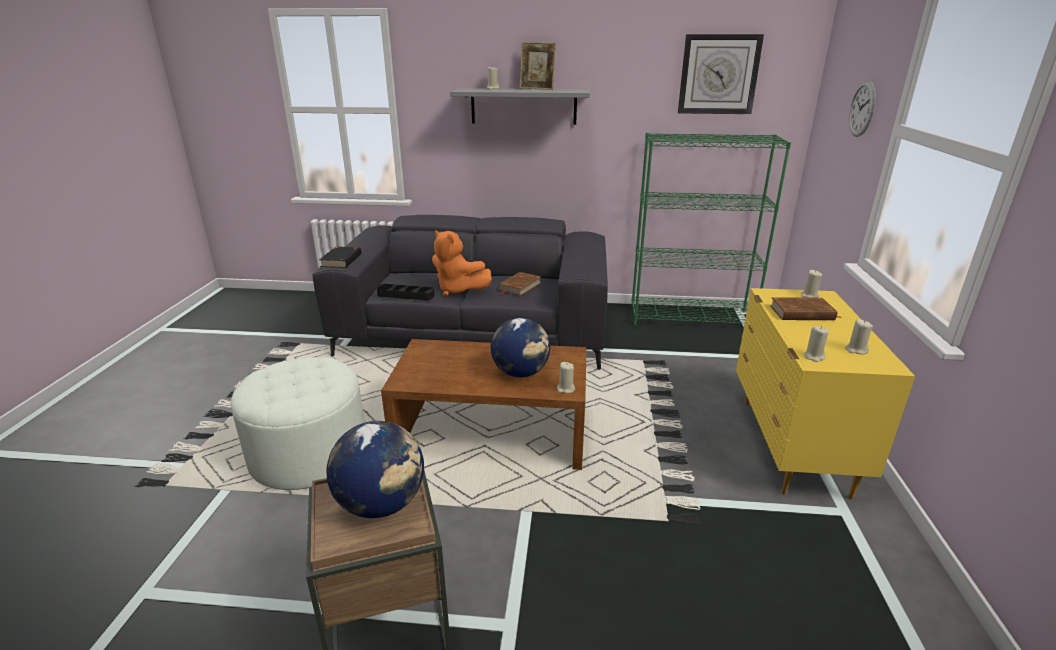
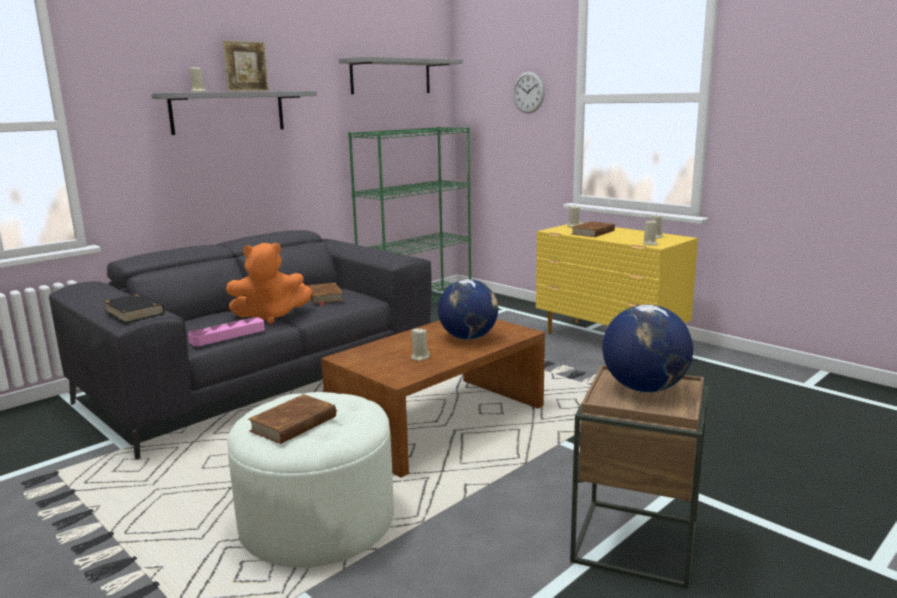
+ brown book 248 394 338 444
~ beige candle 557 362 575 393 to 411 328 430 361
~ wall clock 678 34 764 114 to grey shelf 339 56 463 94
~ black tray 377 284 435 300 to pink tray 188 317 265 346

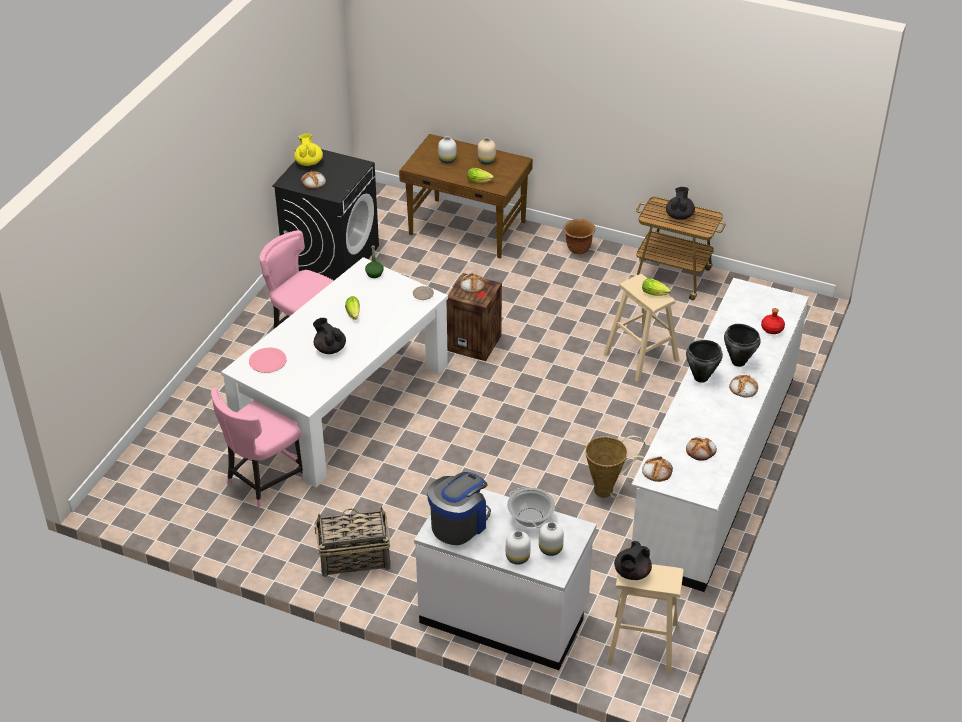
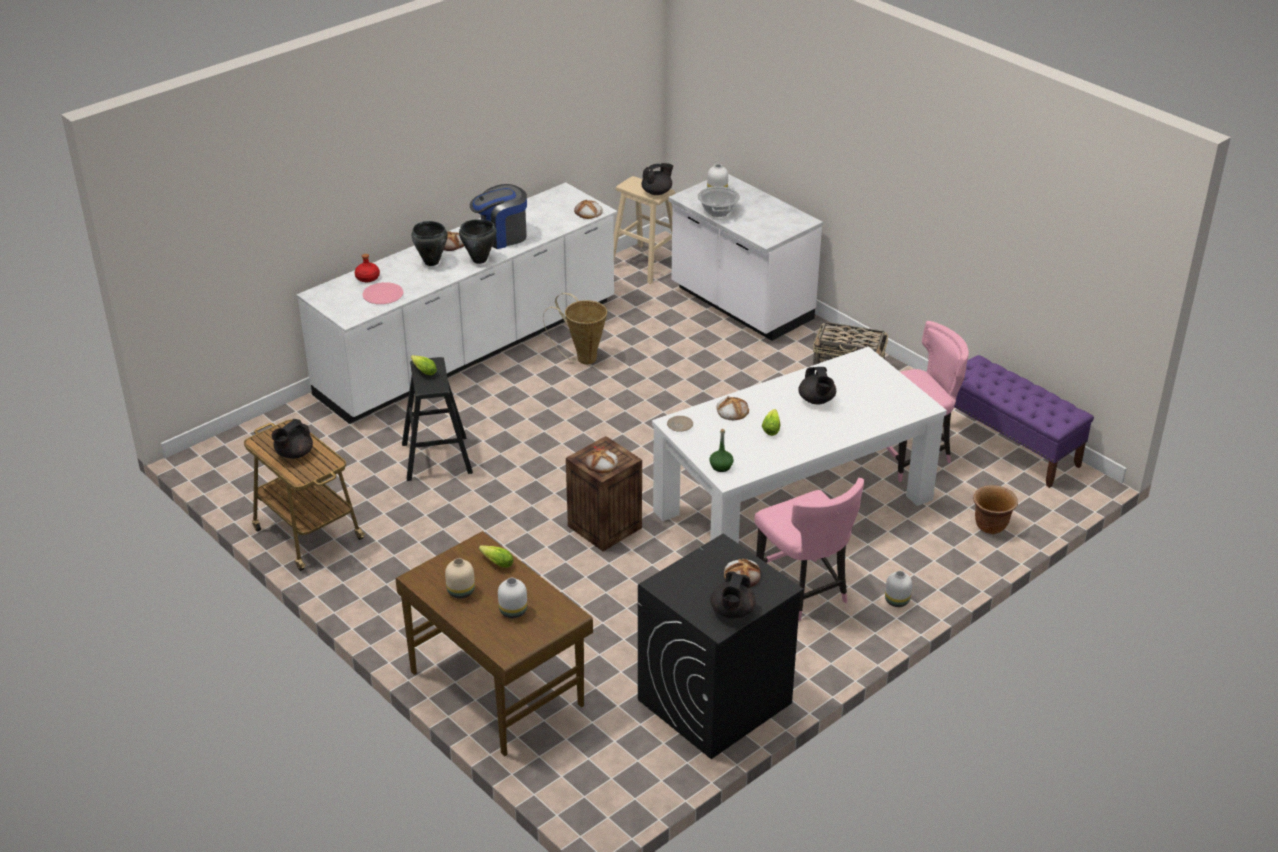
+ purple bench 943 355 1094 488
~ pink plate 249 347 287 373 to 362 282 403 304
~ coffee machine 427 472 491 545 to 470 184 527 249
~ white vase 506 531 531 565 to 885 571 912 607
~ brown planter 563 219 596 254 to 973 485 1018 534
~ bread 686 436 717 461 to 717 396 749 420
~ yellow teapot 294 133 323 166 to black teapot 710 571 756 618
~ beige stool 604 274 679 382 to black stool 402 357 473 481

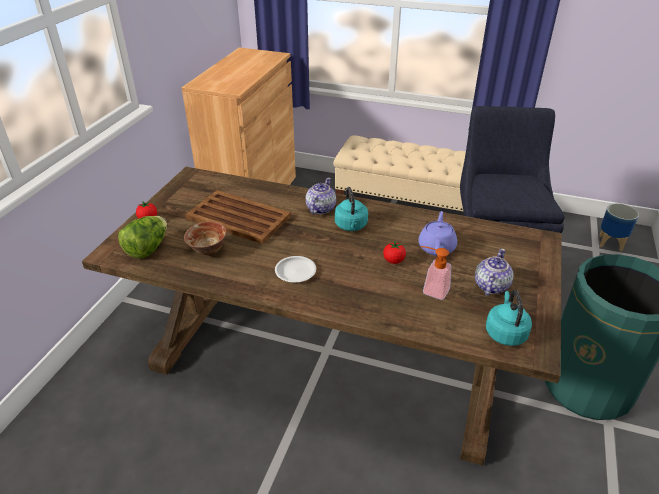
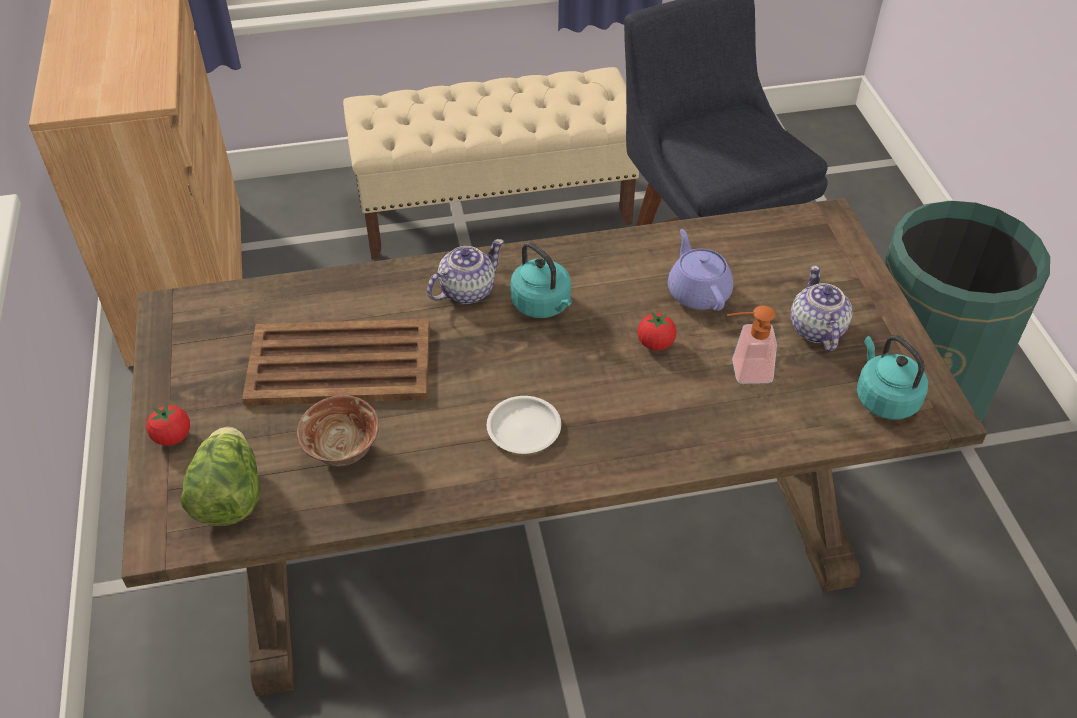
- planter 599 203 639 251
~ teapot 306 178 336 214 = 427 239 504 304 60 degrees clockwise

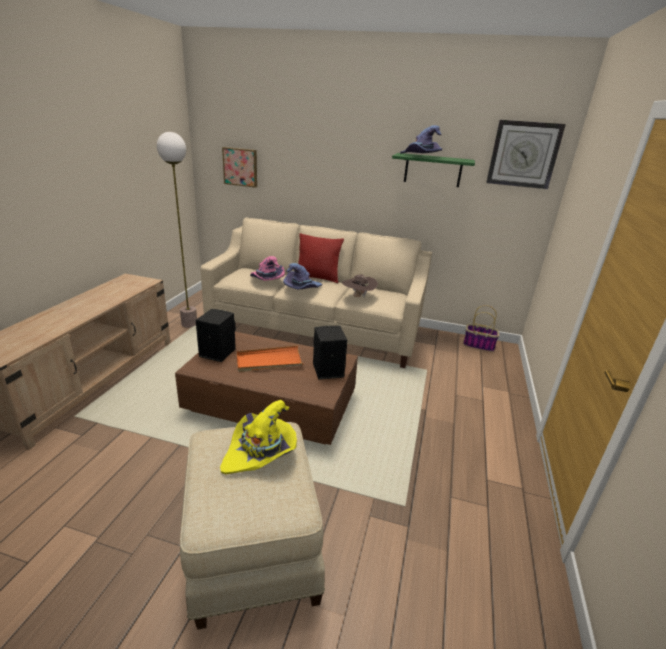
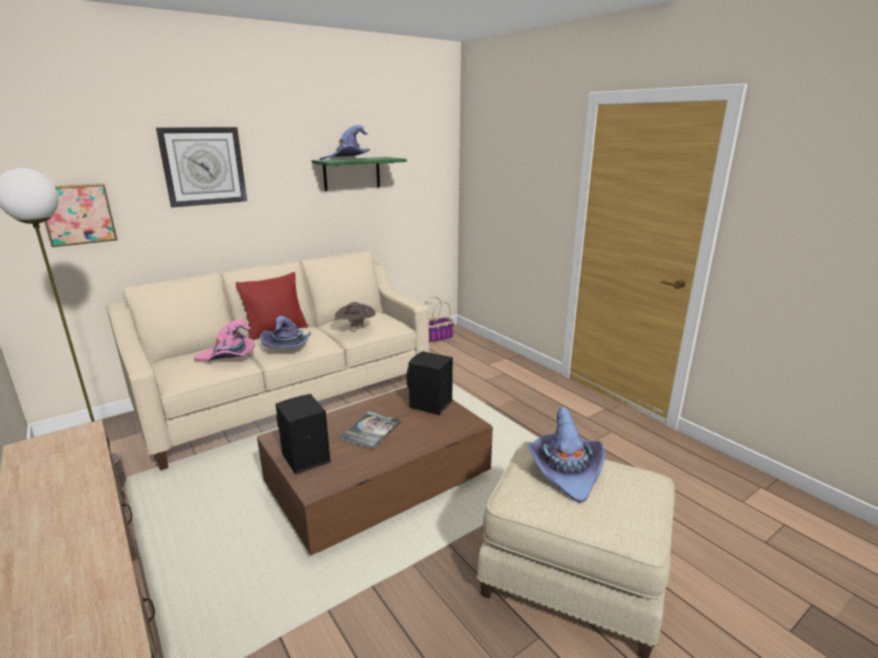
~ wall clock 486 120 566 189 to 156 127 247 208
~ orange tray 237 345 304 372 to book 339 411 401 449
~ yellow hat 220 400 297 474 to purple hat 527 407 605 503

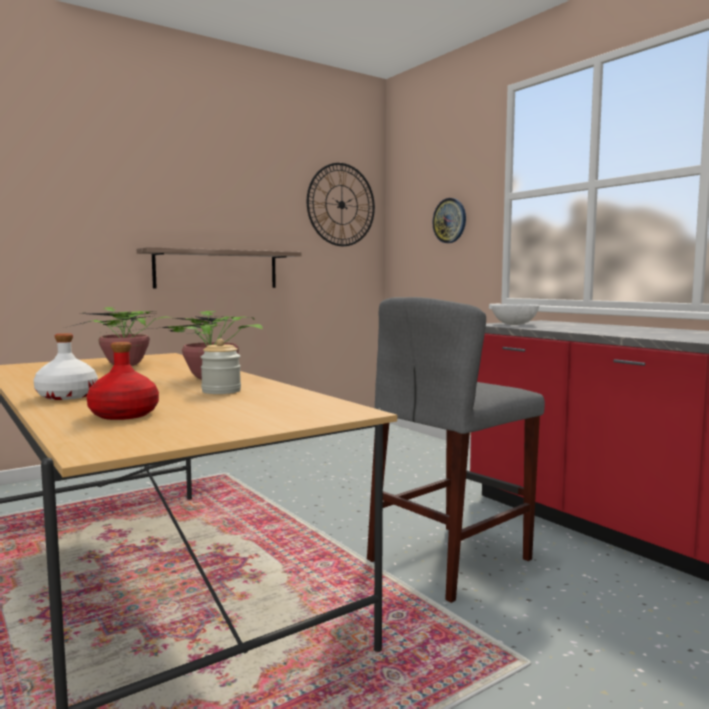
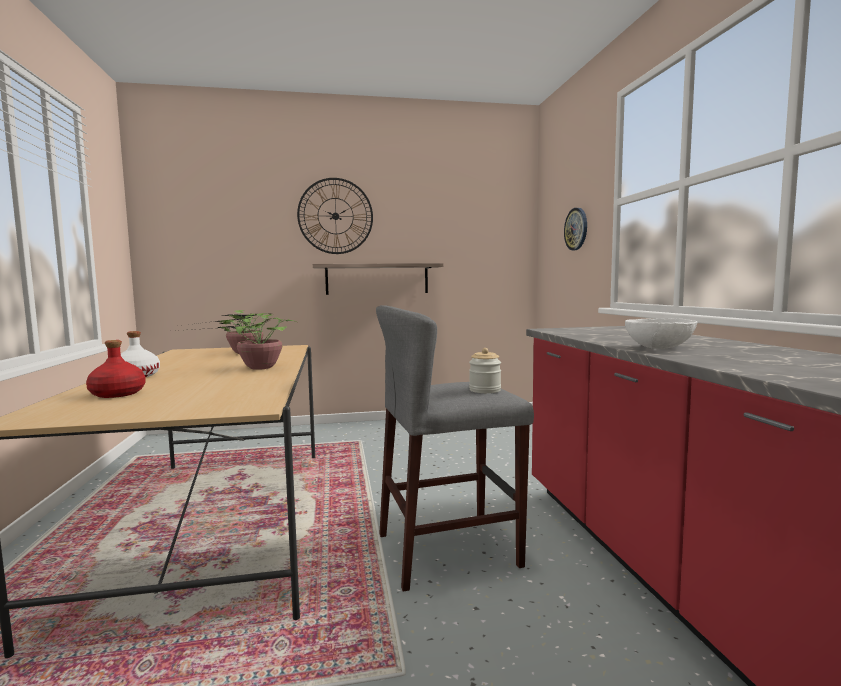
~ jar 201 339 241 394 to 469 348 501 393
~ wall clock 307 163 375 246 to 297 178 373 254
~ white bowl 492 304 539 325 to 625 318 698 349

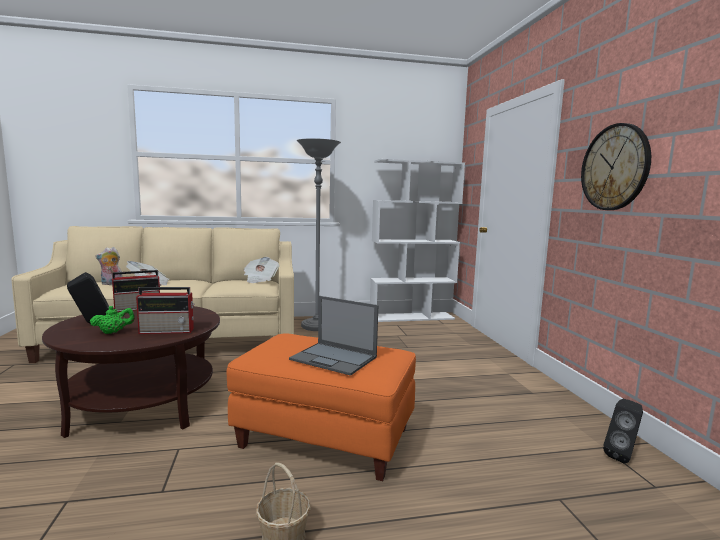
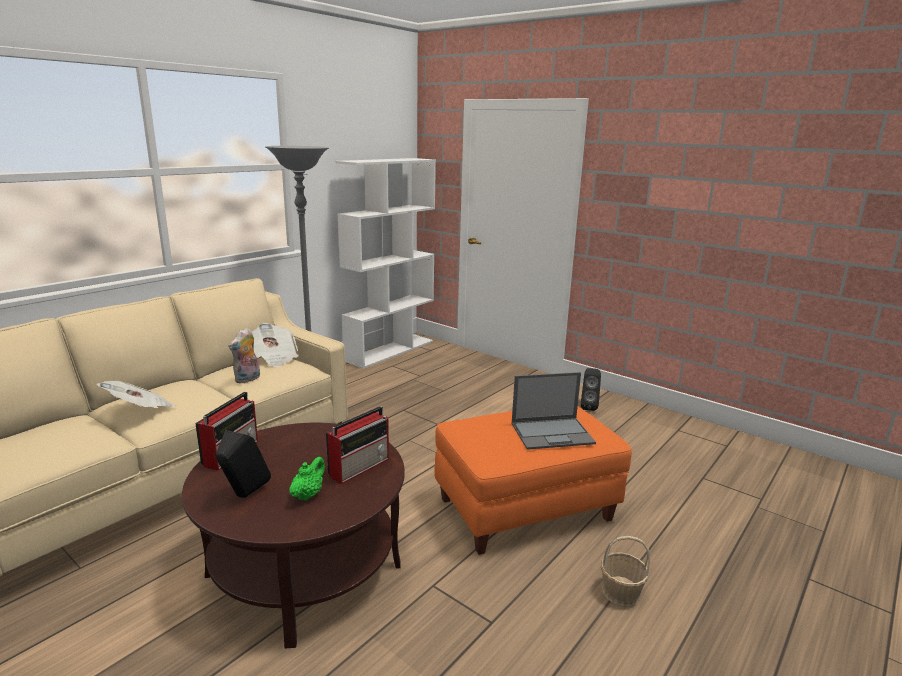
- wall clock 581 123 651 210
~ plush toy 96 247 123 285 to 229 328 260 384
~ black speaker 603 399 643 464 to 581 368 601 411

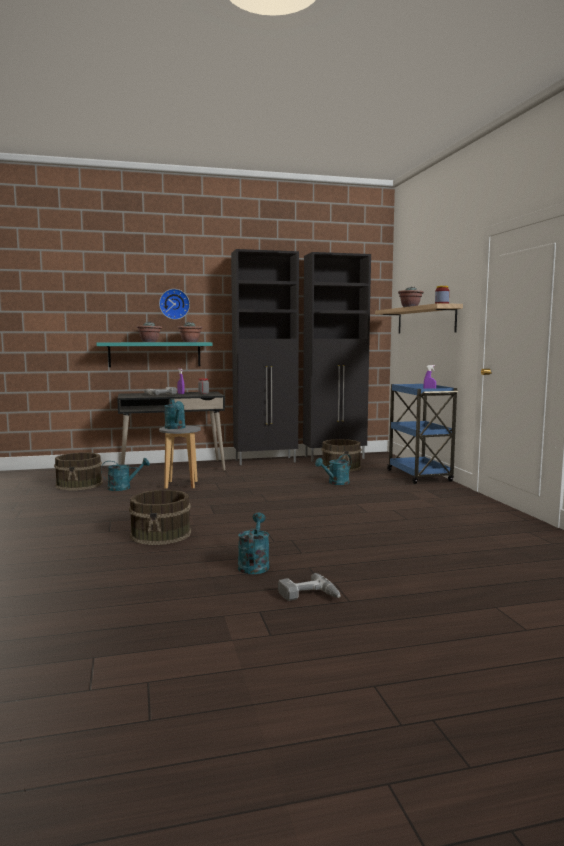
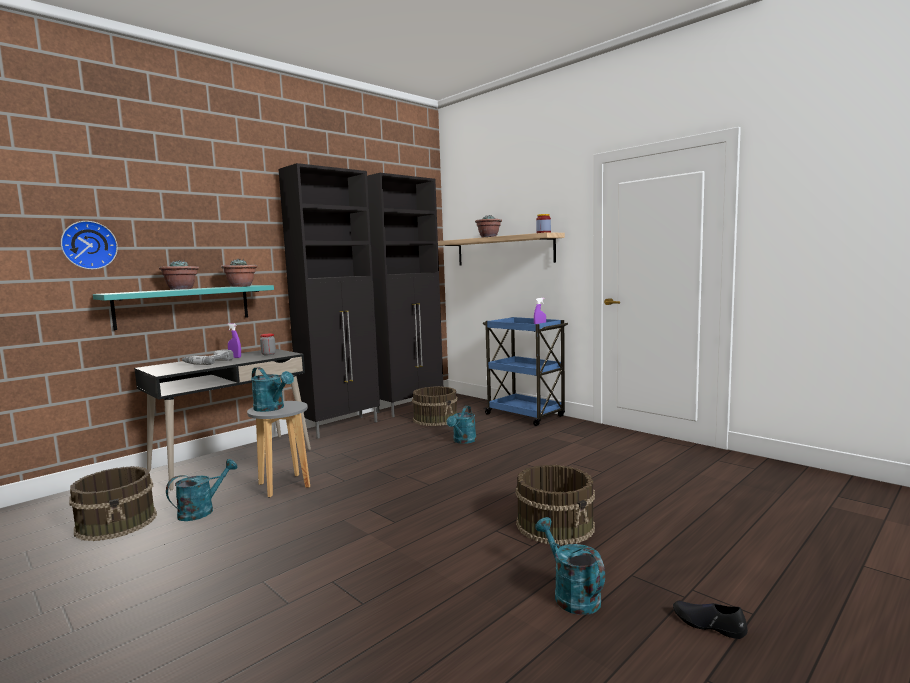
~ brown bucket 129 490 191 545 to 515 465 595 545
~ wall clock 159 289 190 320 to 61 221 118 270
~ power drill 278 573 341 601 to black shoe 673 601 748 639

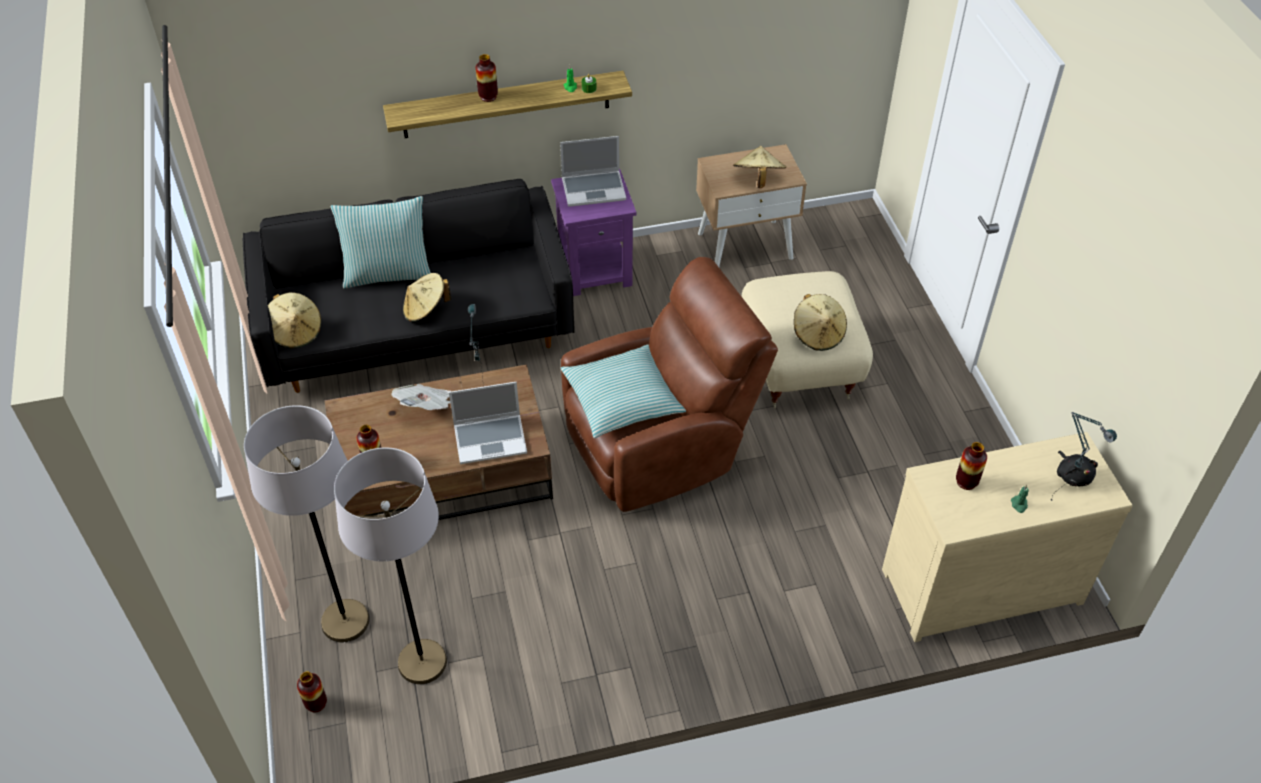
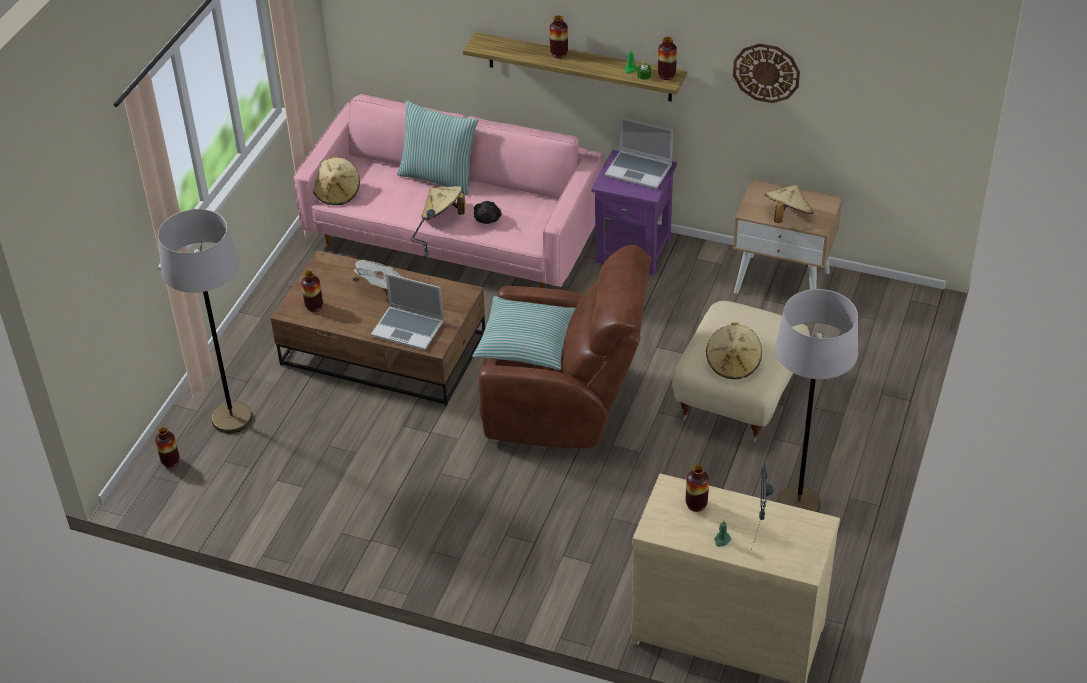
+ vase 658 37 677 80
+ wall clock 733 43 800 103
~ grey floor lamp 334 448 447 684 to 775 289 858 512
~ black plush toy 1057 451 1098 486 to 474 201 502 224
~ black sofa 243 179 574 393 to pink sofa 293 94 603 288

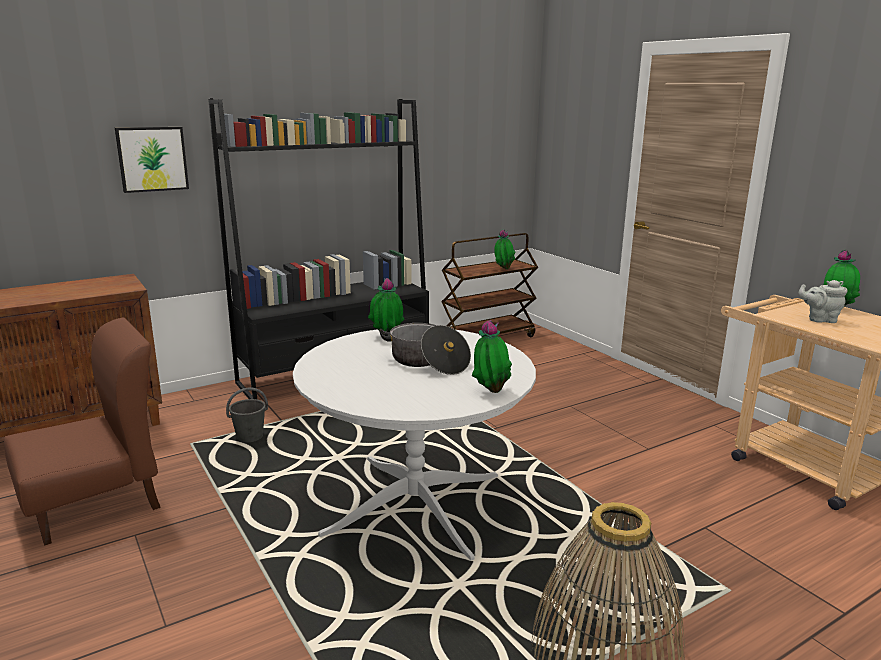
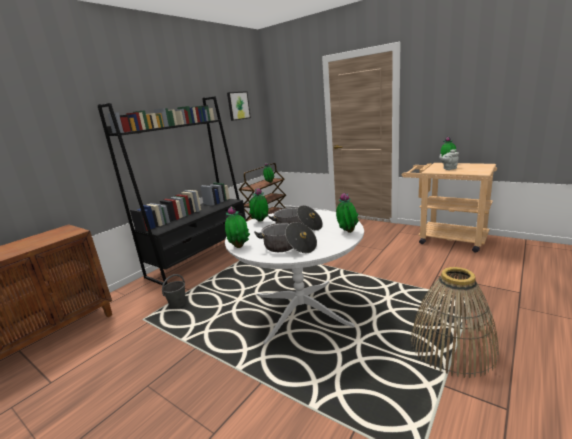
- brown chair 4 318 161 546
+ potted plant 225 206 250 248
+ cooking pot 254 222 317 253
~ picture 115 127 189 193 to 227 91 251 121

